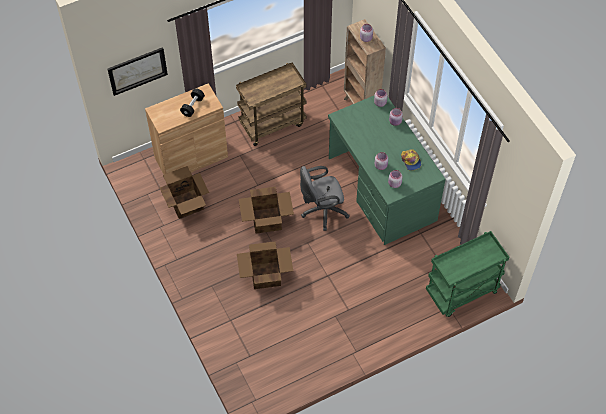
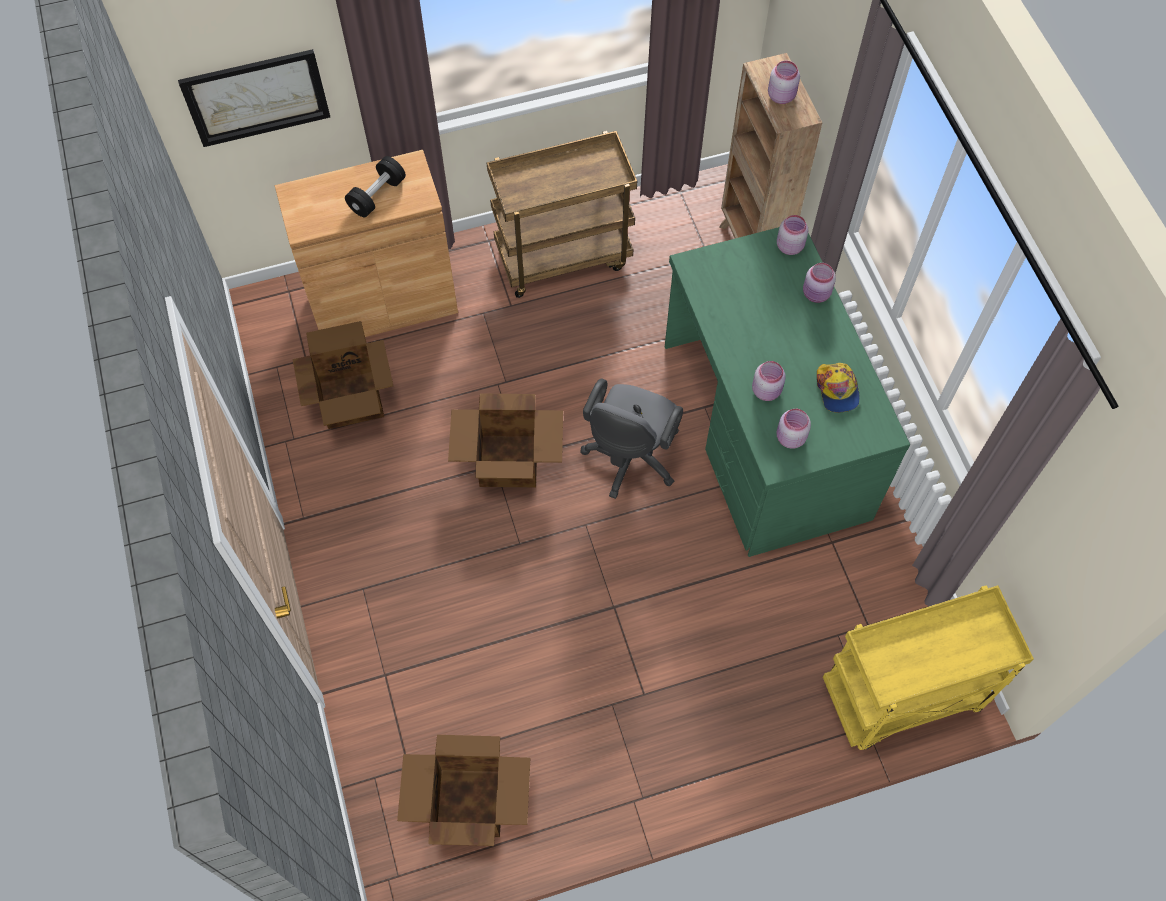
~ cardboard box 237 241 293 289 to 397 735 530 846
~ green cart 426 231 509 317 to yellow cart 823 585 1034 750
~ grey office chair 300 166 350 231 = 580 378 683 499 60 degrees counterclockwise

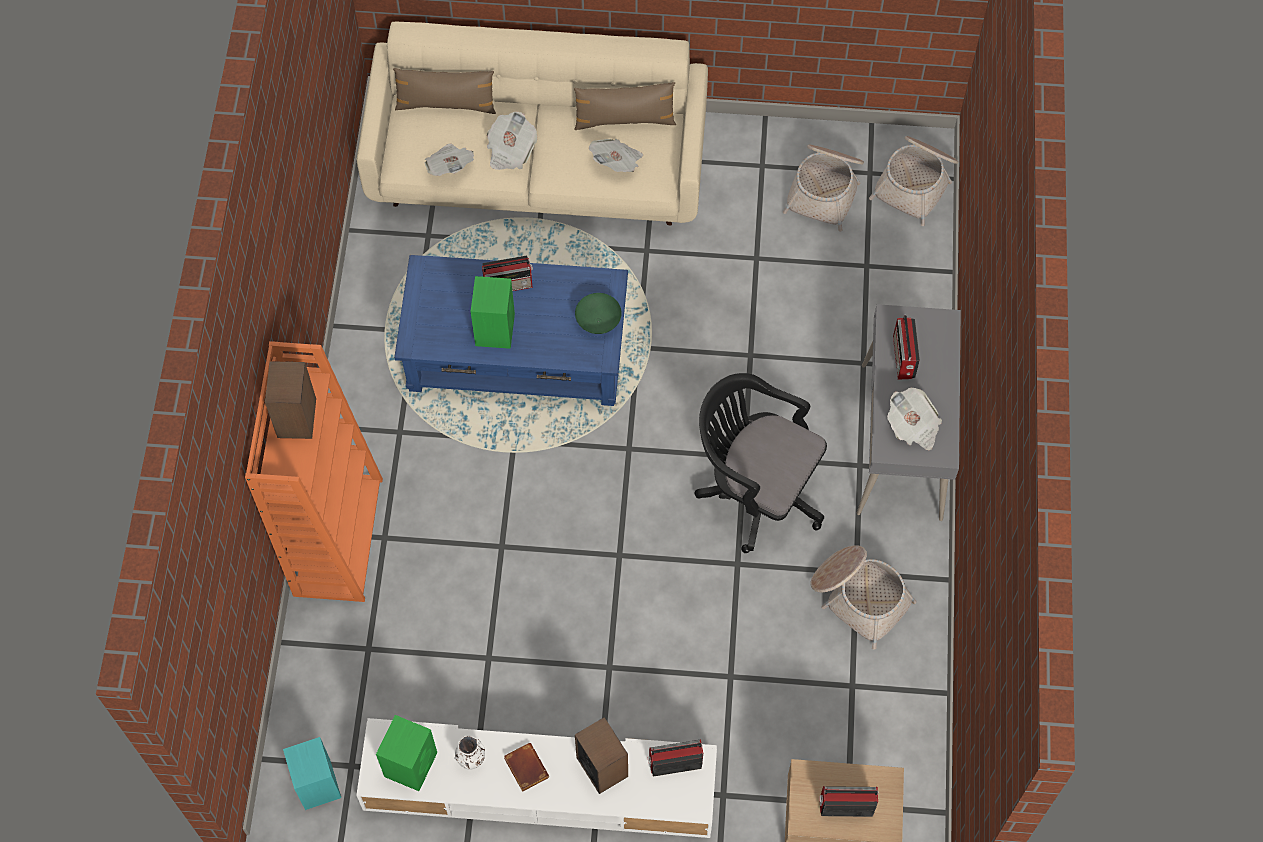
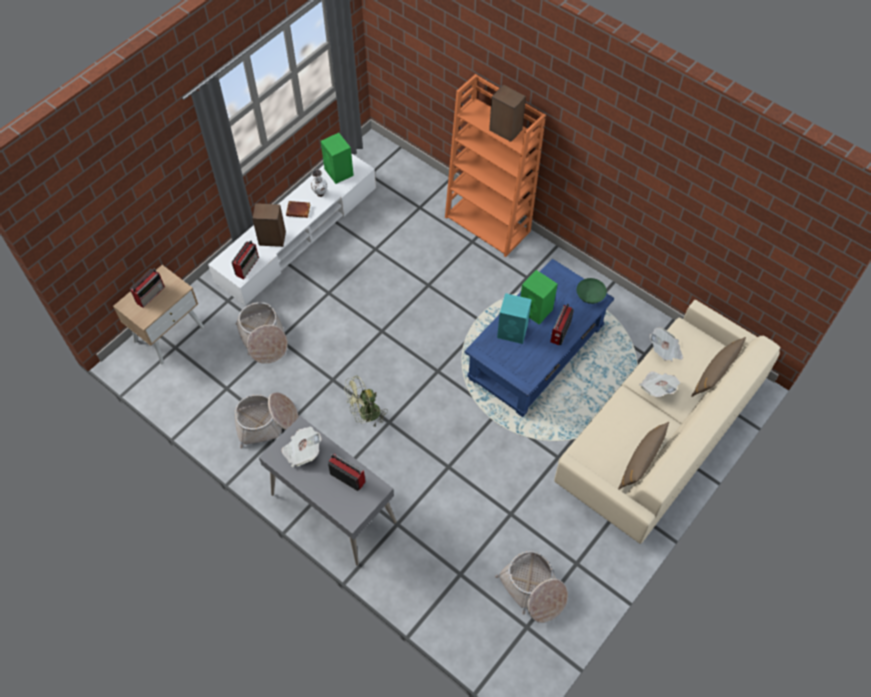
- newspaper 589 139 643 172
~ turquoise speaker 283 737 341 810 to 497 293 532 344
~ green bowl 575 293 622 334 to 576 278 607 304
~ basket 869 136 959 226 to 235 302 288 364
~ black office chair 695 373 827 553 to green fan 344 376 388 426

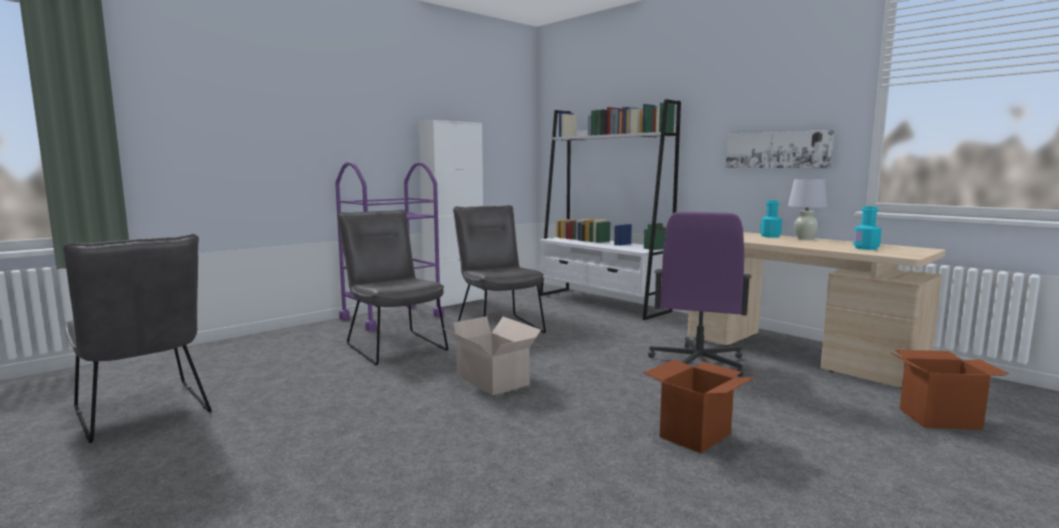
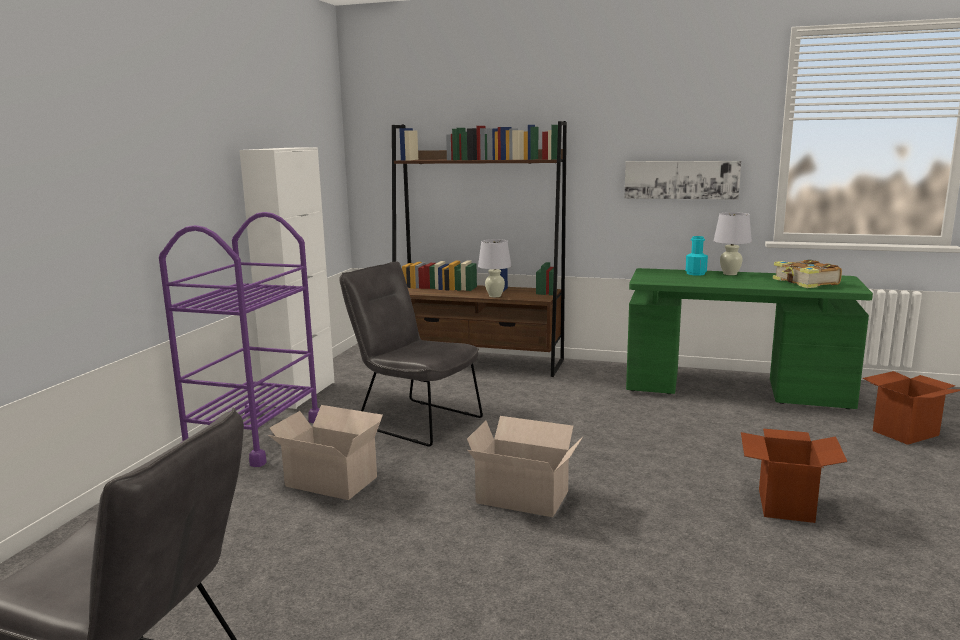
- purple office chair 648 212 751 376
+ white table lamp 478 239 511 297
~ grey chair 337 210 448 365 to cardboard box 268 405 383 500
~ turquoise bottle 853 206 882 250 to book 773 259 842 288
~ white bookcase 539 99 681 320 to brown bookcase 392 121 567 377
~ beige desk 688 232 946 389 to green desk 626 268 873 409

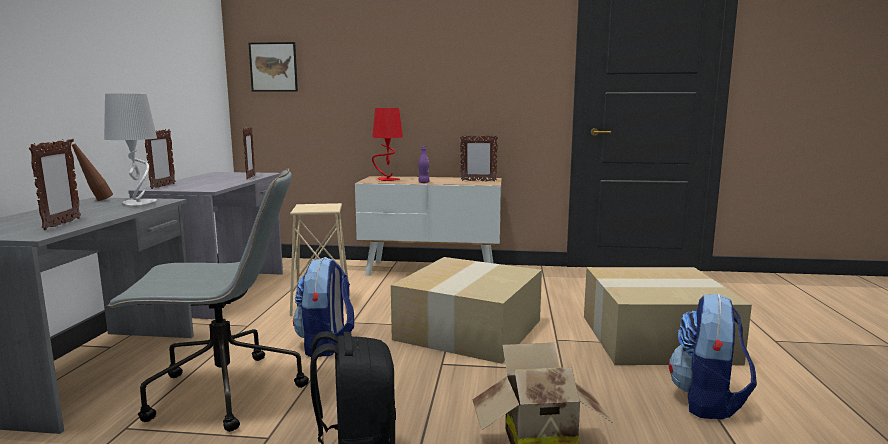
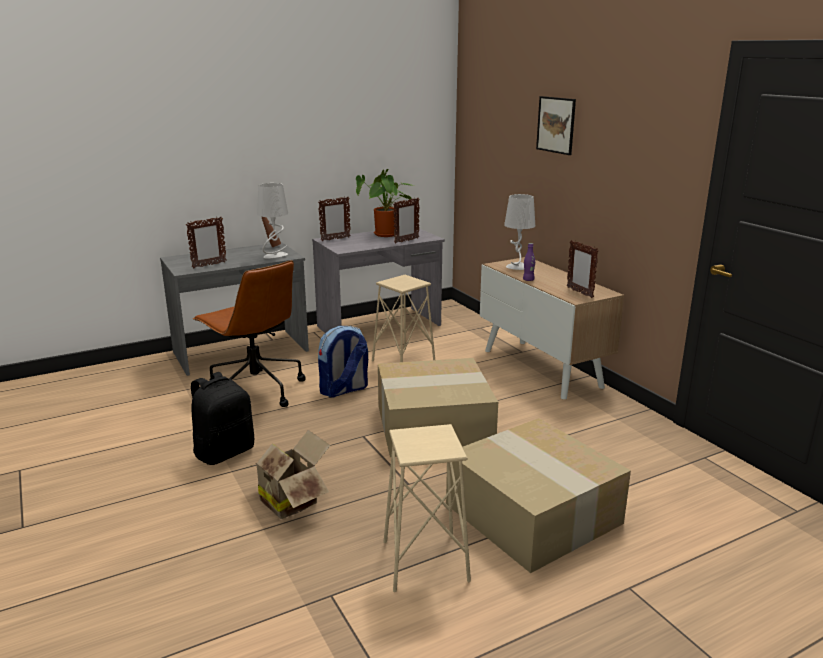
+ potted plant 356 169 413 237
~ picture 249 42 298 92 to 536 96 576 155
~ backpack 669 293 757 420 to beige stool 384 424 471 592
~ grey office chair 106 169 309 432 to brown office chair 193 260 306 407
~ red table lamp 372 108 403 181 to grey table lamp 504 194 535 270

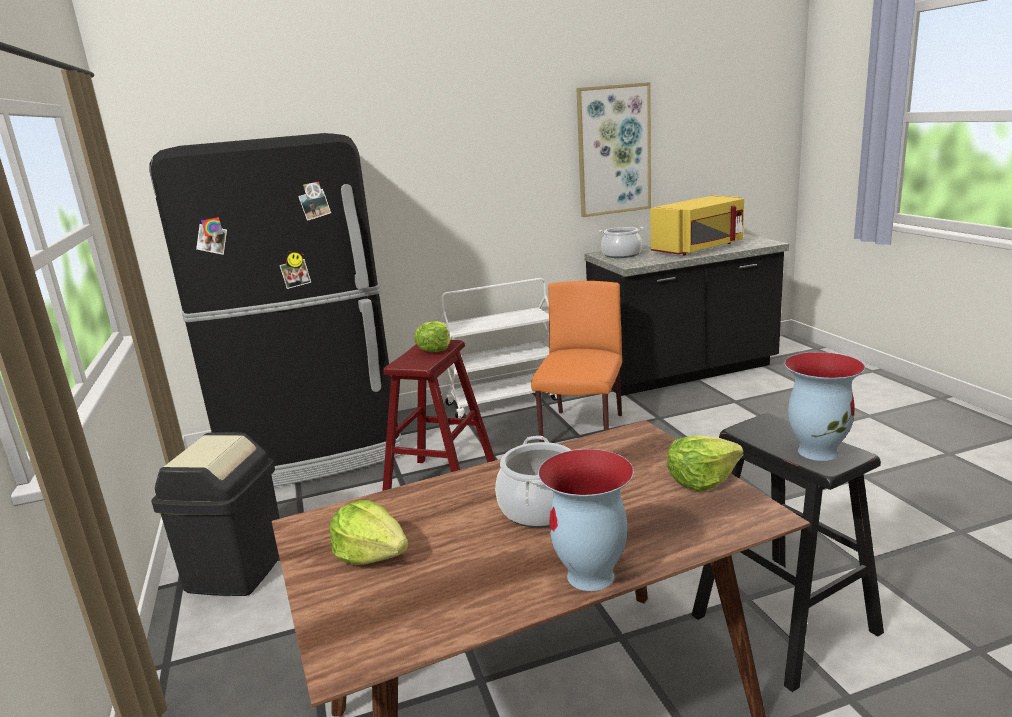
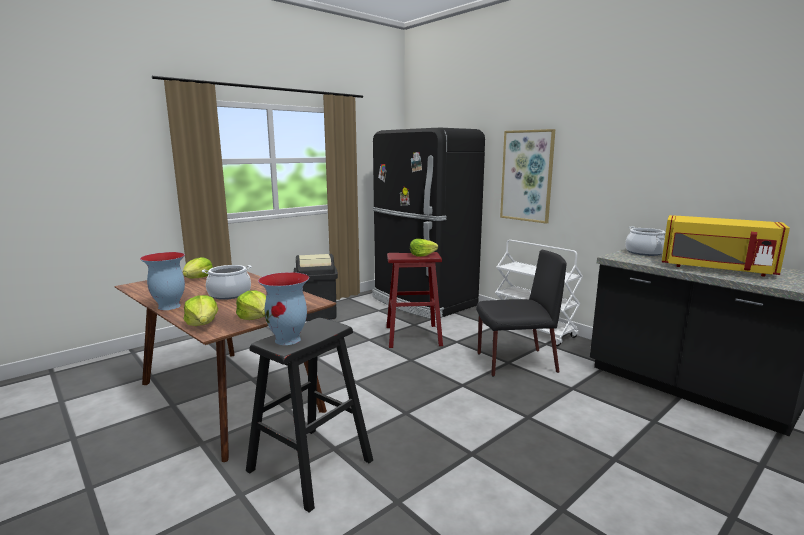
+ lettuce 184 295 218 326
~ picture 576 82 651 217 to 500 129 555 224
~ orange chair 531 281 622 442 to black chair 476 250 567 376

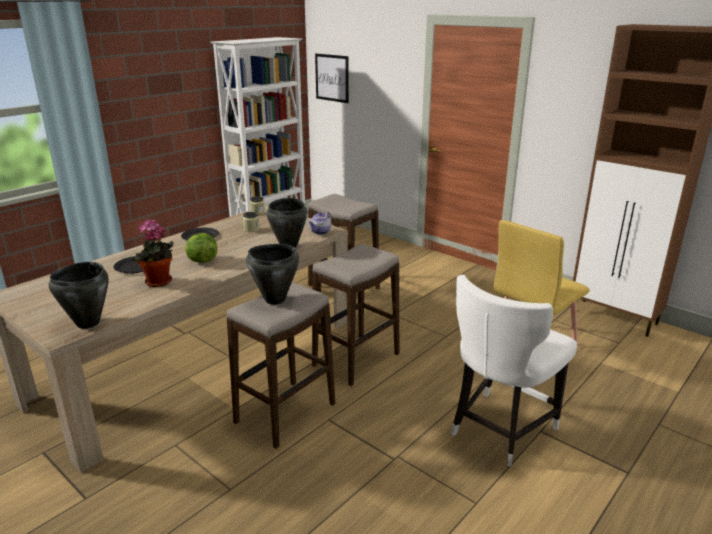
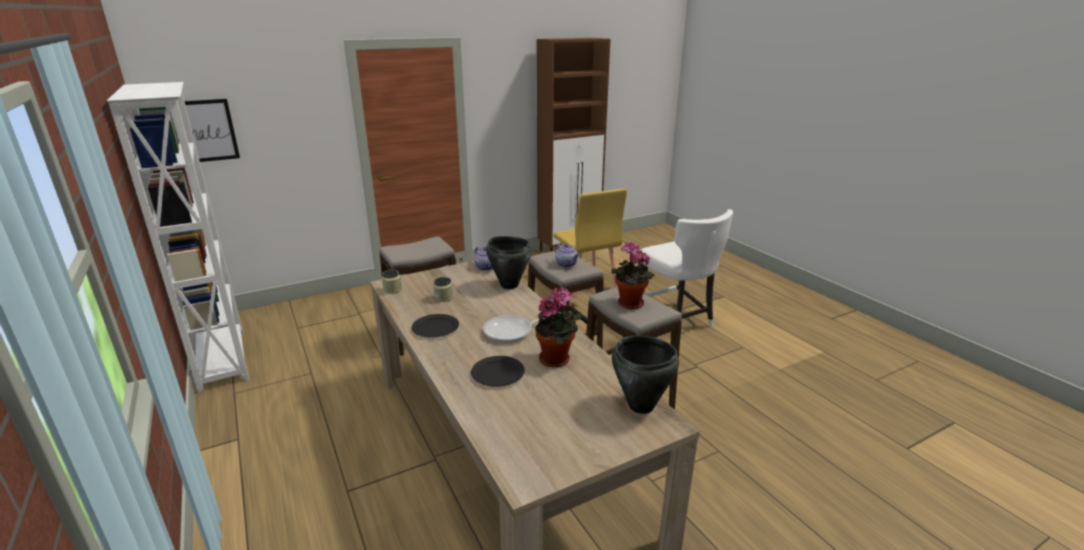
+ teapot 555 244 579 267
~ lettuce 185 233 217 263 to frying pan 483 312 561 343
~ black cooking pot 246 244 299 305 to potted plant 612 242 655 309

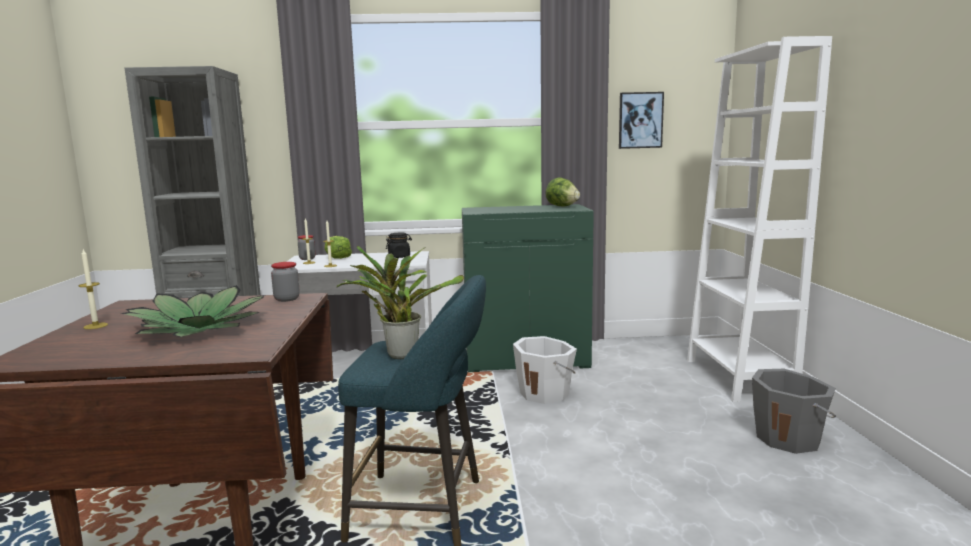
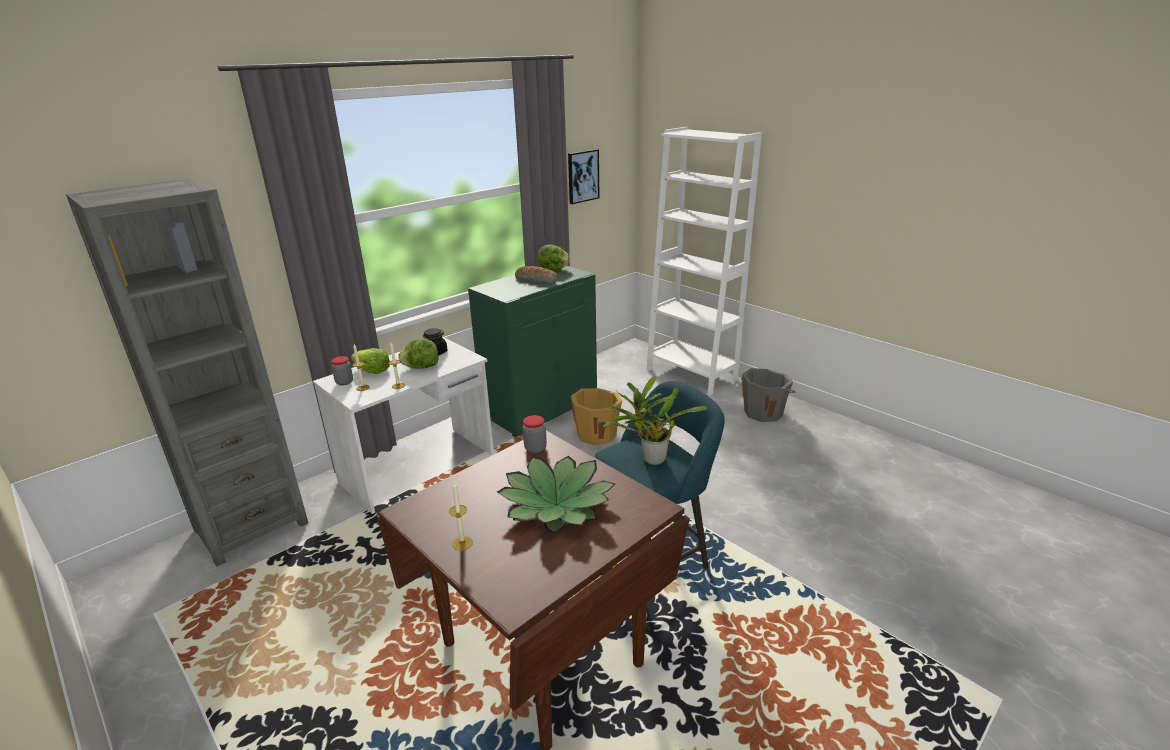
+ lettuce 398 338 438 369
+ bread 515 266 558 283
~ white bucket 513 336 577 404 to orange bucket 571 388 622 445

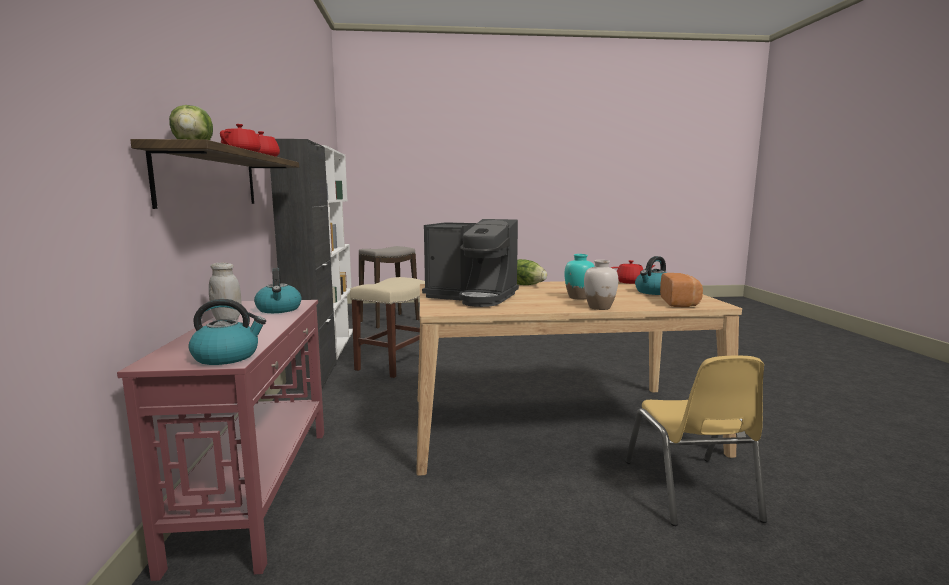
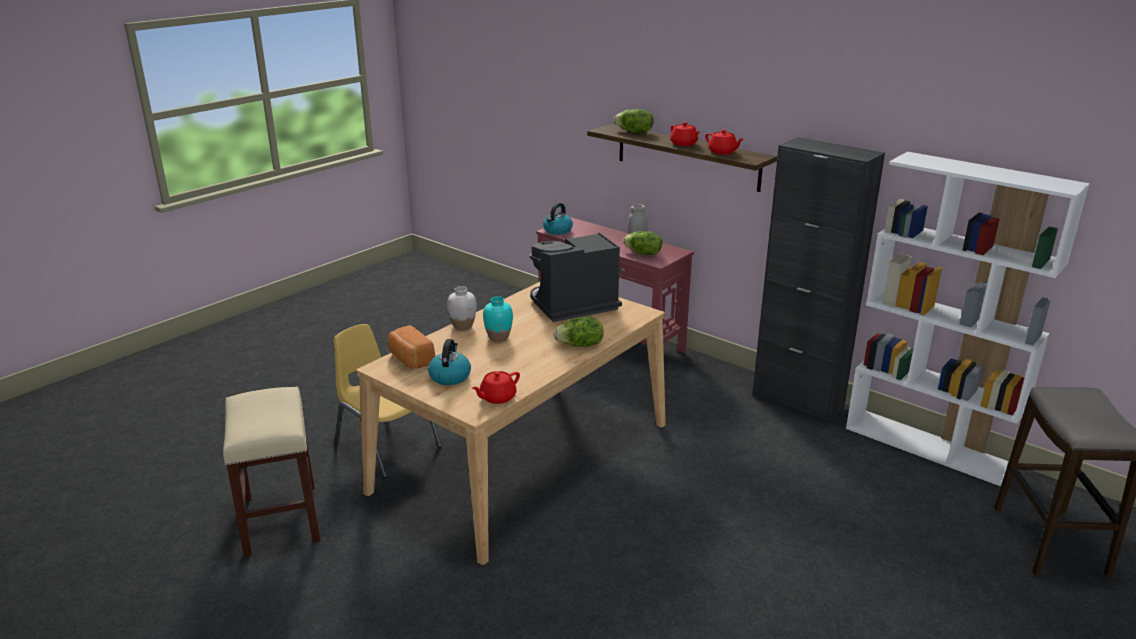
~ beige stool 350 277 425 378 to 223 387 321 557
~ kettle 254 268 302 313 to lettuce 623 231 662 255

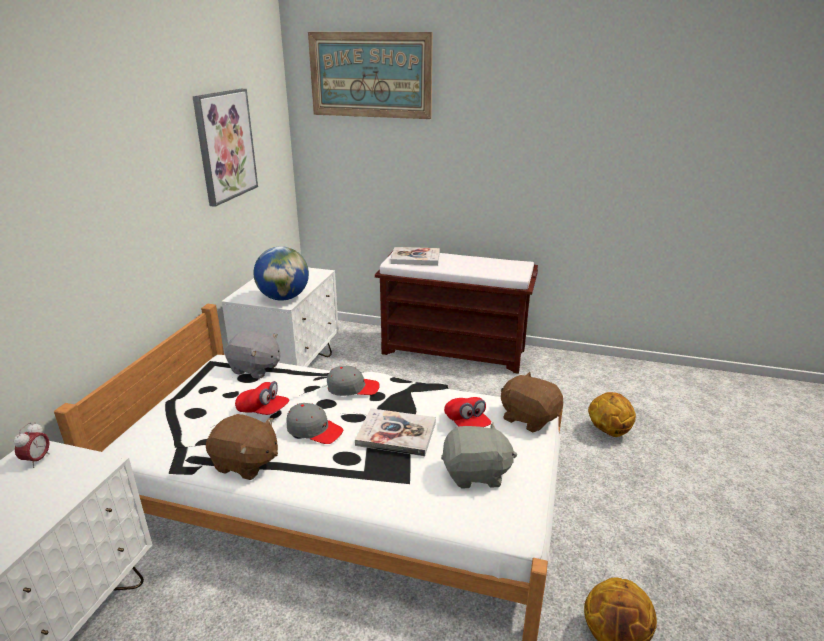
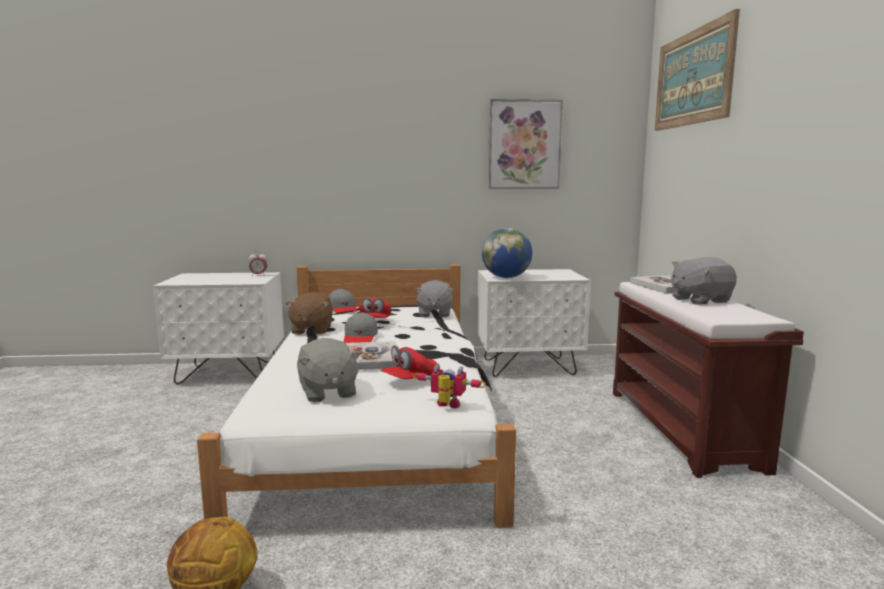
- basketball 588 392 636 437
+ grey plush toy 671 257 737 305
~ grey cap 327 366 380 396 to 328 288 357 313
~ brown plush toy 501 372 563 433 to toy robot 413 363 486 408

